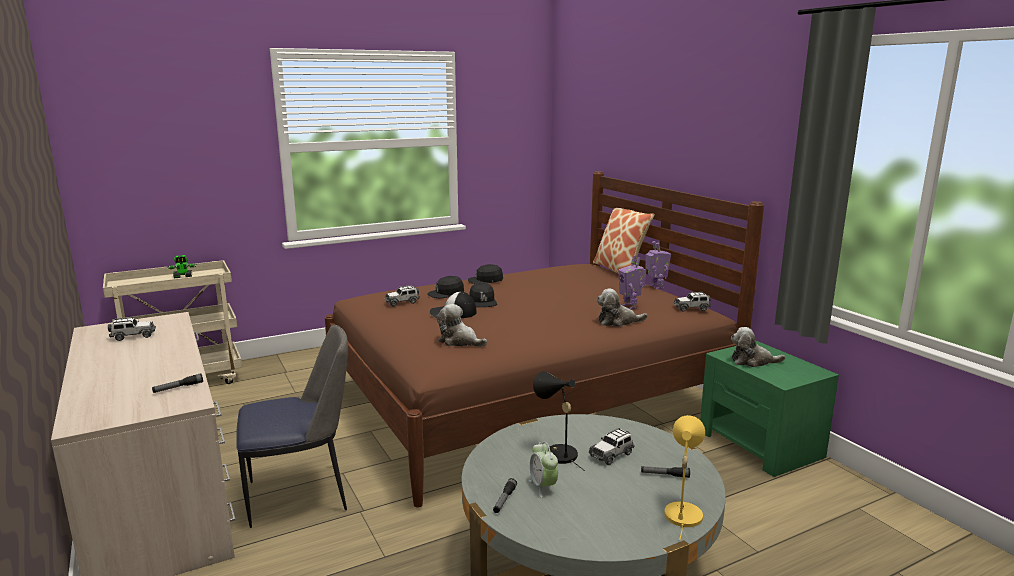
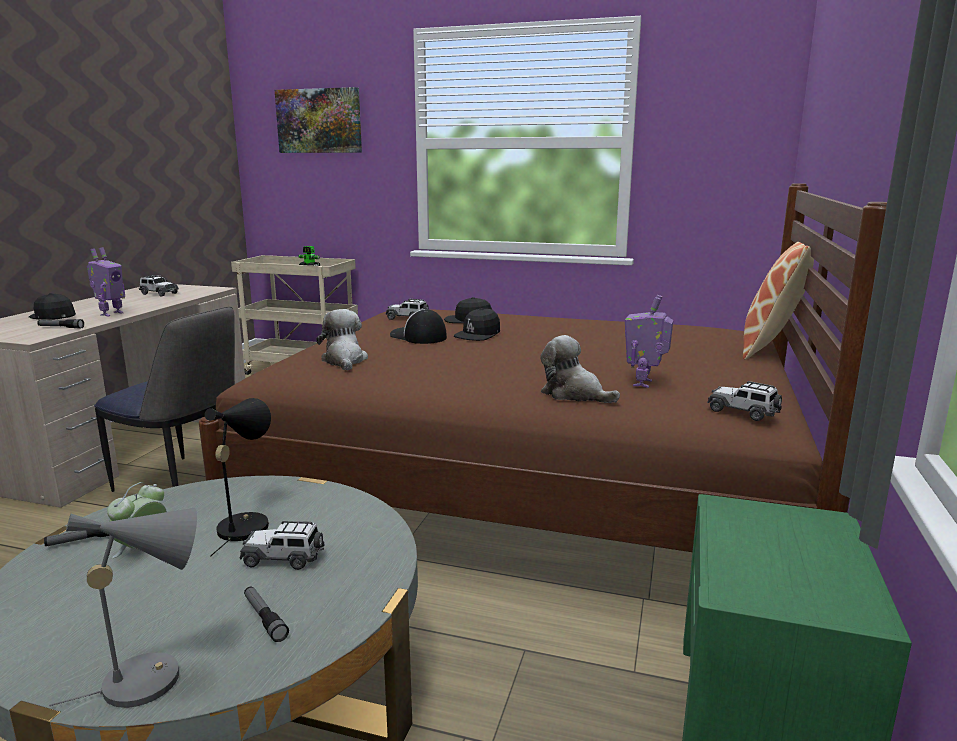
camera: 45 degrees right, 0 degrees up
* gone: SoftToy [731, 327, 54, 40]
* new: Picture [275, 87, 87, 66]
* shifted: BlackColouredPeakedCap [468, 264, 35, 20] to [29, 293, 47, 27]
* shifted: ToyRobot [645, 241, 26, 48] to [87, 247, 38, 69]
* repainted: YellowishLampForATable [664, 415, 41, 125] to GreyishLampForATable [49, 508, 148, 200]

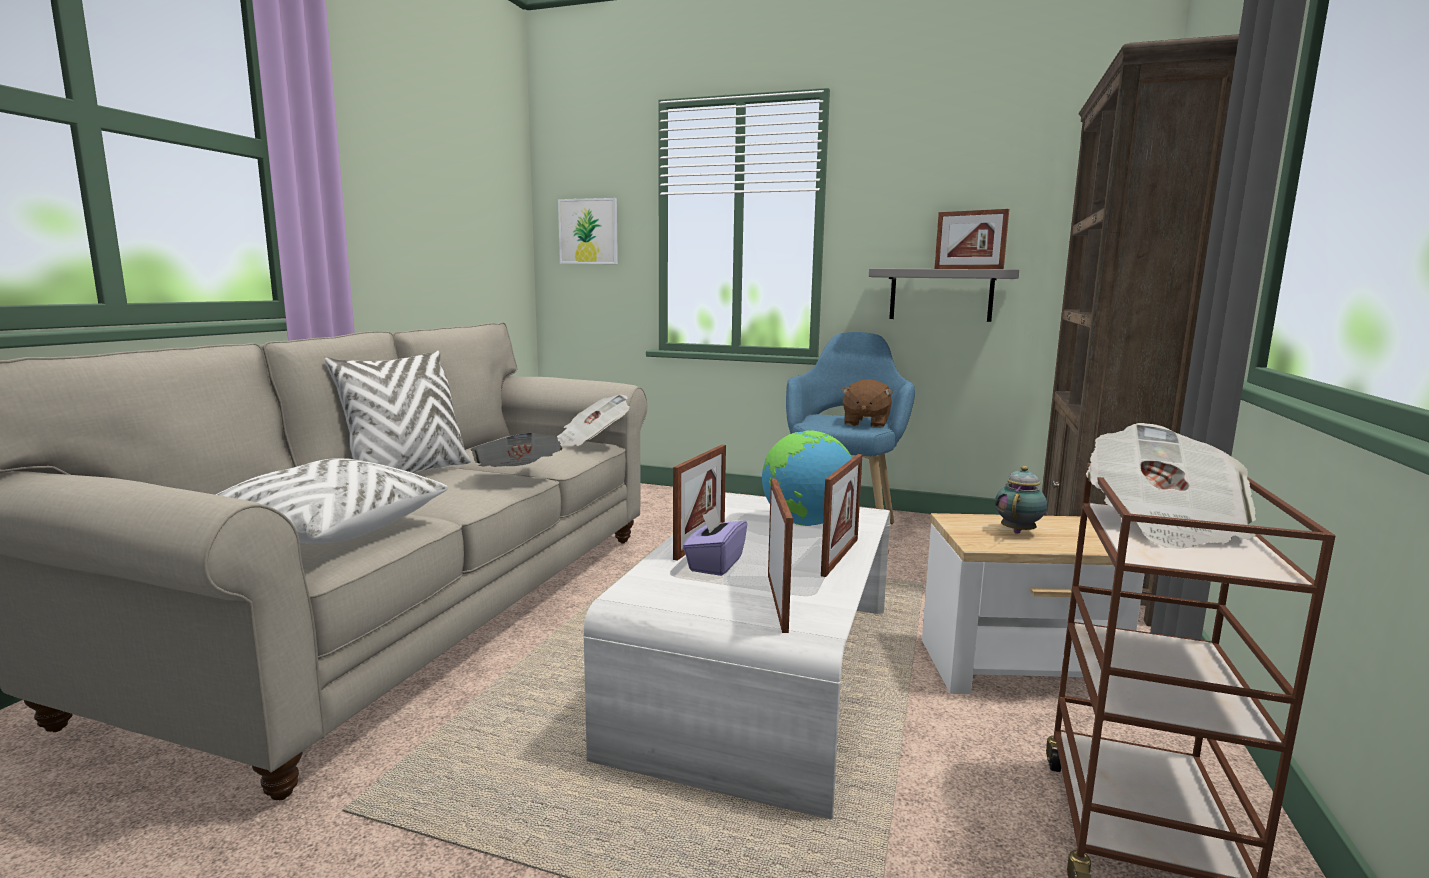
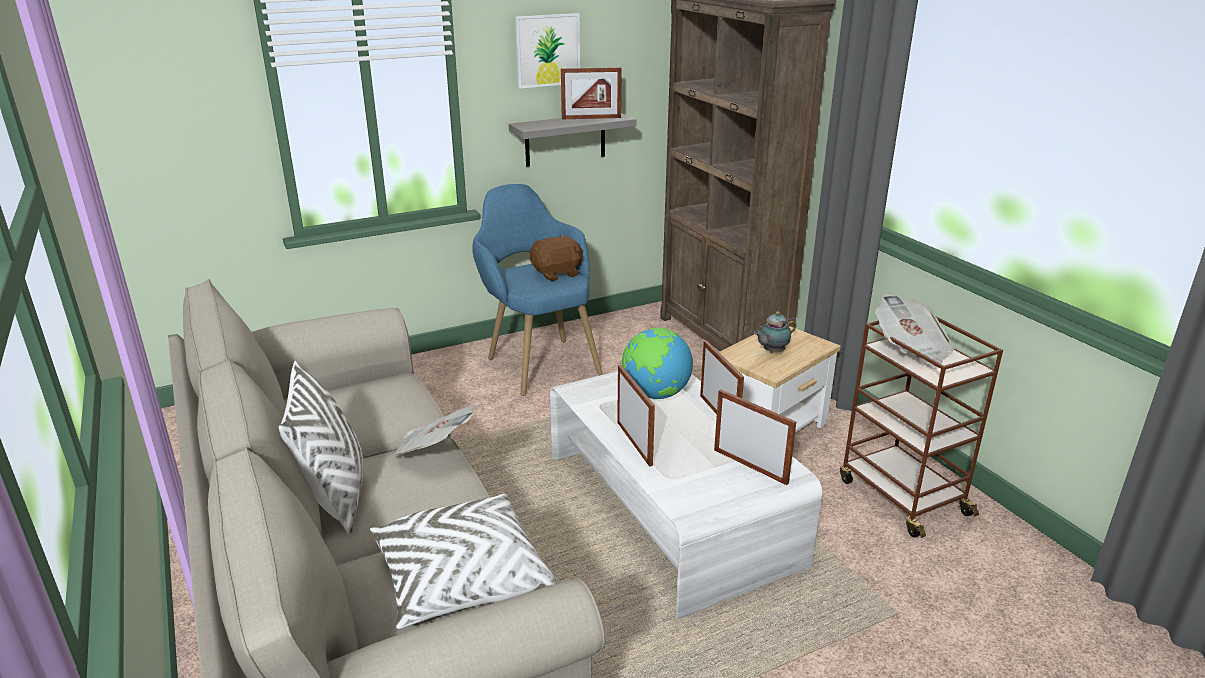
camera: 45 degrees left, 15 degrees up
* gone: Newspaper [557, 395, 72, 51]
* gone: PurplishTissueBox [683, 506, 64, 70]
* shifted: Picture [558, 198, 60, 66] to [515, 13, 65, 76]
* rotated: BrownColouredSoftToy [840, 379, 53, 49] = [530, 235, 53, 46] 90 degrees counterclockwise
* rotated: PotForTea [995, 466, 52, 68] = [754, 312, 42, 41] 105 degrees counterclockwise

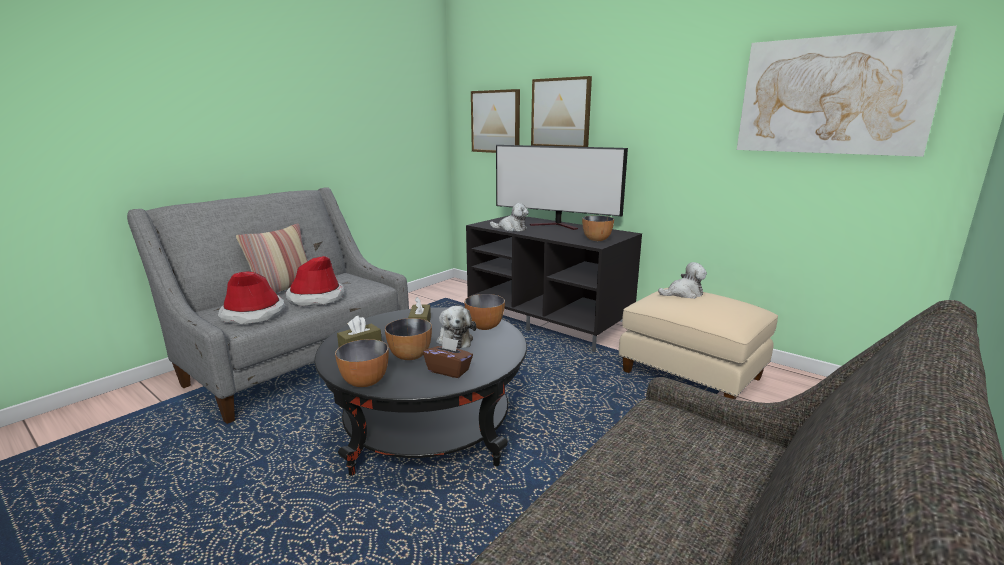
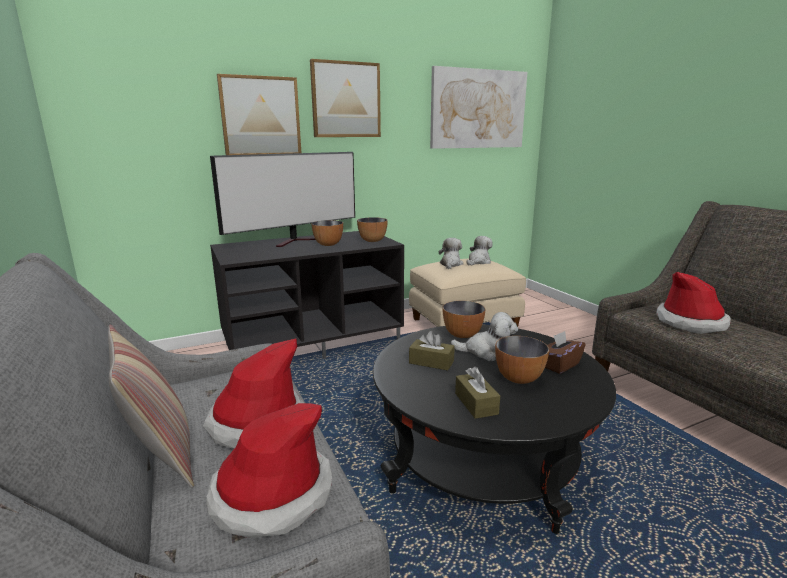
camera: 65 degrees left, 0 degrees up
* new: ClothingHat [656, 272, 75, 62]
* shifted: Bowl [335, 339, 54, 48] to [311, 220, 32, 26]
* shifted: Picture [471, 89, 49, 64] to [310, 59, 71, 78]
* shifted: SoftToy [490, 203, 39, 29] to [467, 236, 26, 29]

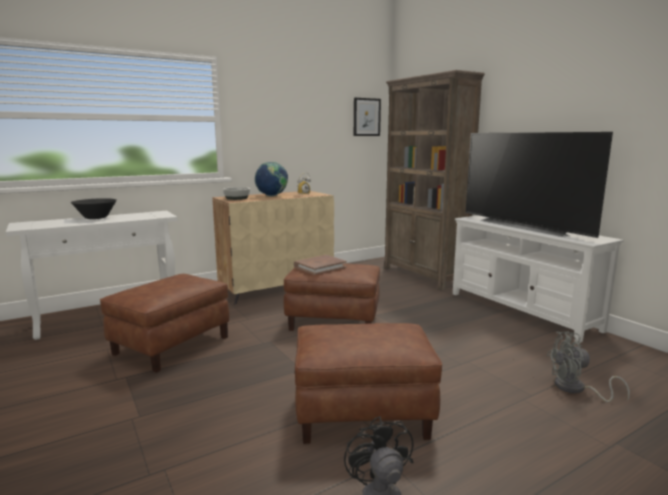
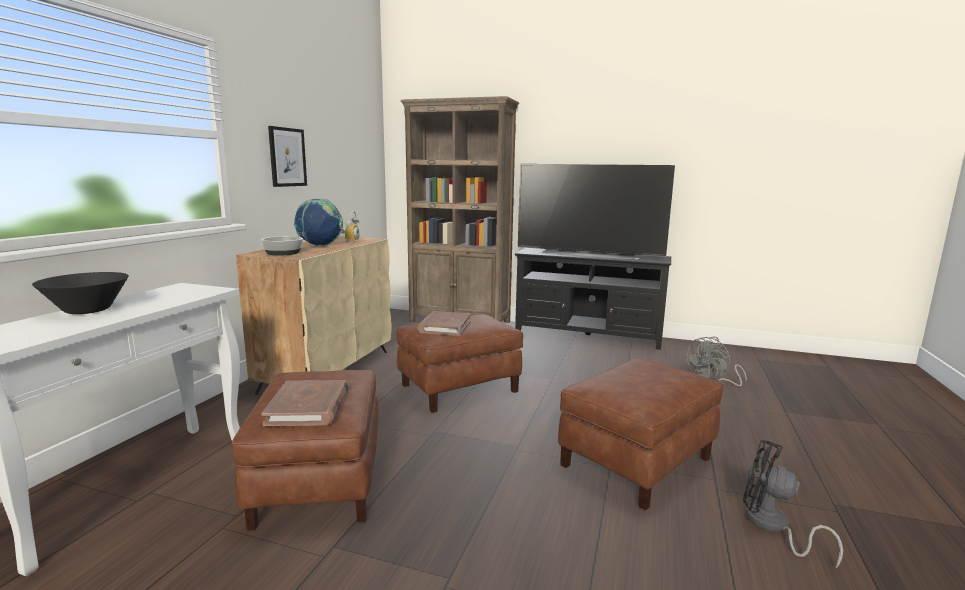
camera: 40 degrees left, 0 degrees up
* new: BrownColouredBook [261, 380, 88, 46]
* shifted: Picture [354, 98, 27, 38] to [268, 126, 39, 61]
* repainted: WhiteColouredMediaConsole [453, 215, 171, 128] to BlackColouredMediaConsole [515, 248, 157, 102]

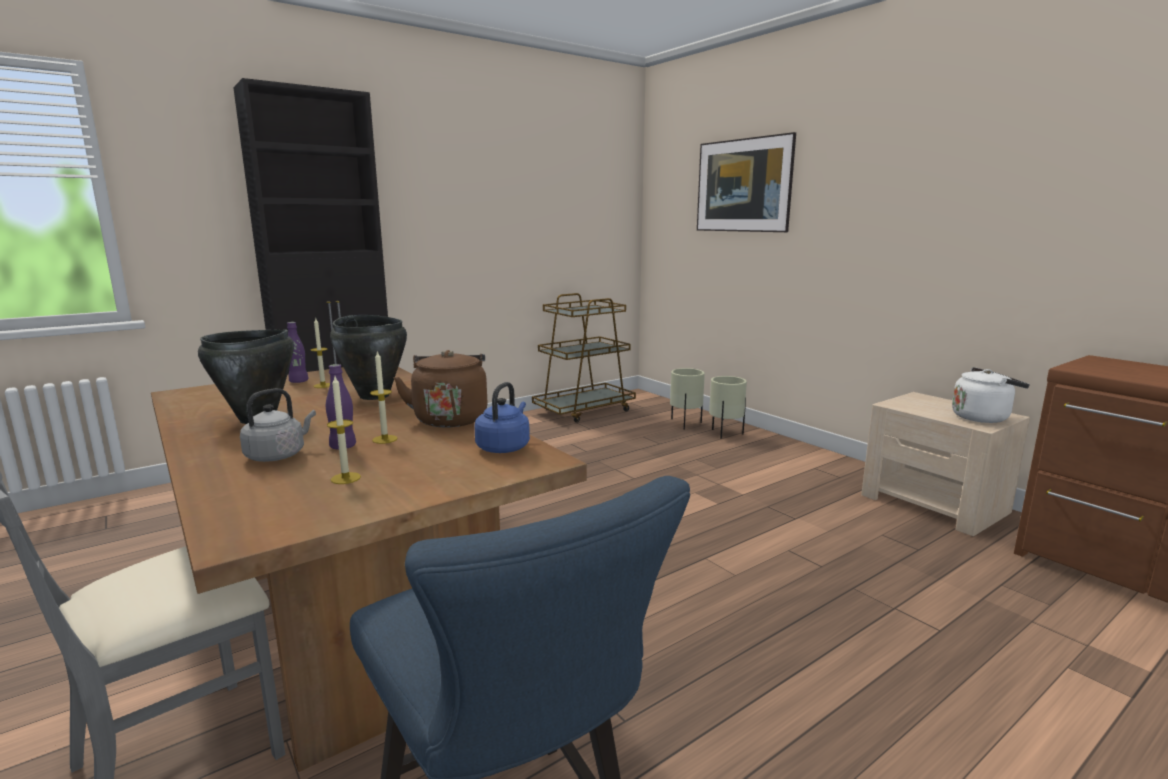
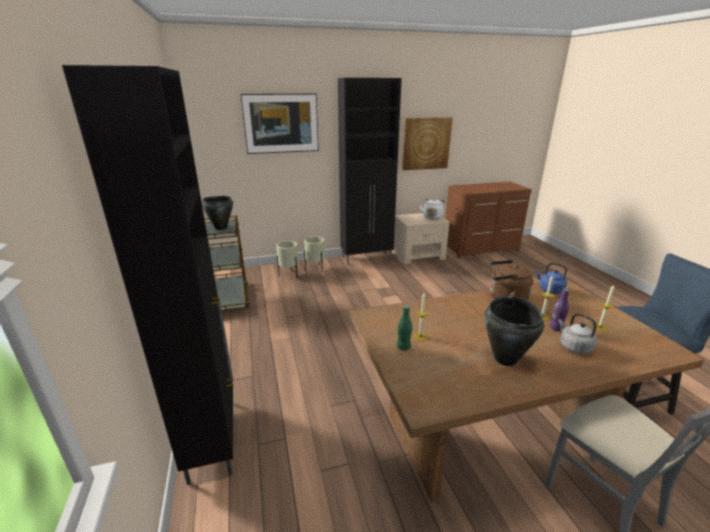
camera: 70 degrees left, 10 degrees up
* new: BlackColouredCupboard [338, 78, 64, 187]
* new: Picture [402, 117, 51, 53]
* shifted: BlackColouredCookingPot [330, 315, 77, 85] to [202, 196, 31, 34]
* repainted: PurplishDrinkBottle [287, 322, 22, 61] to GreenColouredDrinkBottle [397, 305, 15, 46]

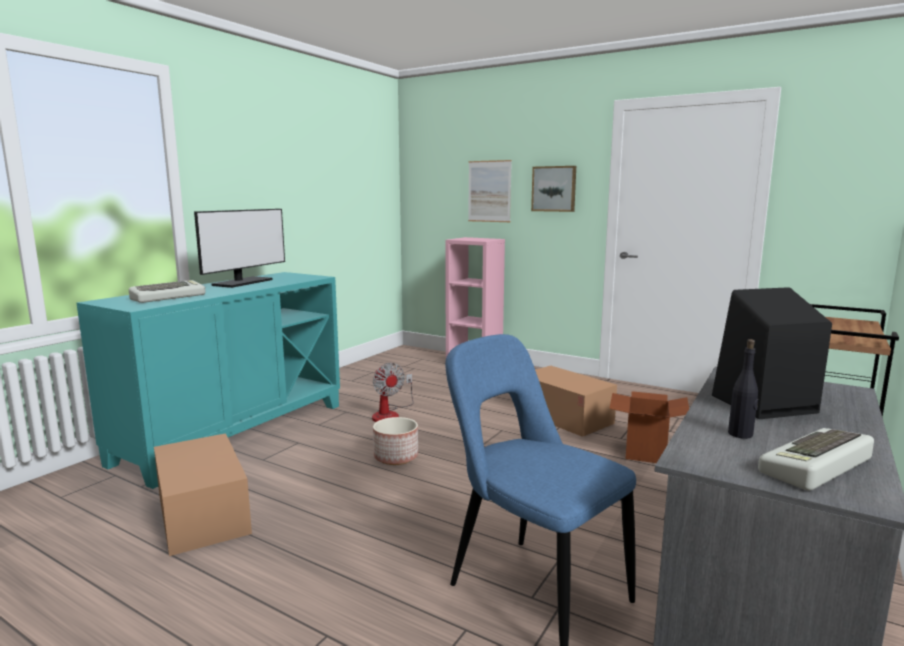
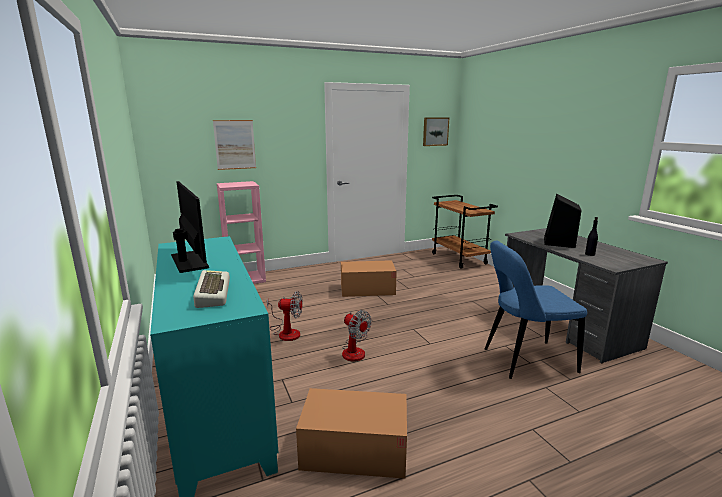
camera: 55 degrees left, 5 degrees up
* gone: Carton [609, 391, 80, 72]
* gone: Keyboard [758, 428, 116, 63]
* shifted: Picture [531, 166, 45, 46] to [423, 117, 27, 29]
* swapped: Planter [373, 417, 45, 48] to ElectricFan [342, 310, 30, 52]

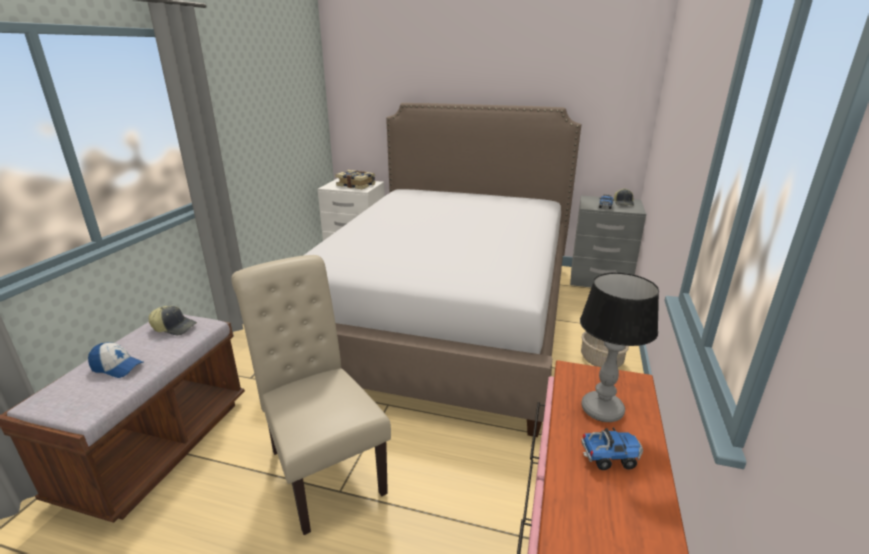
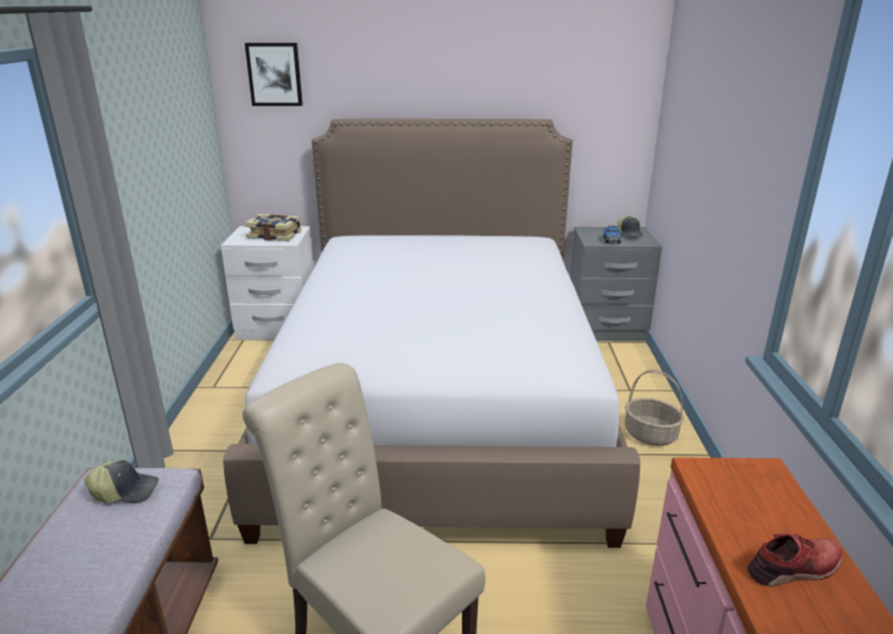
camera: 15 degrees left, 0 degrees up
* gone: PeakedCap [88, 342, 56, 36]
* gone: LampForATable [580, 273, 79, 149]
* new: Picture [245, 43, 58, 63]
* swapped: ToyLorry [581, 427, 62, 43] to ReddishShoe [747, 533, 95, 54]

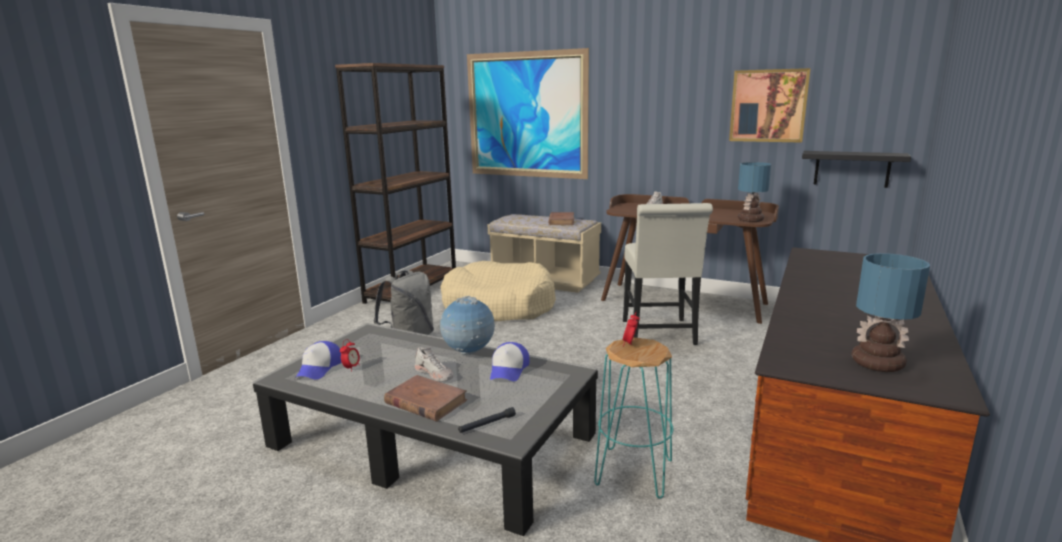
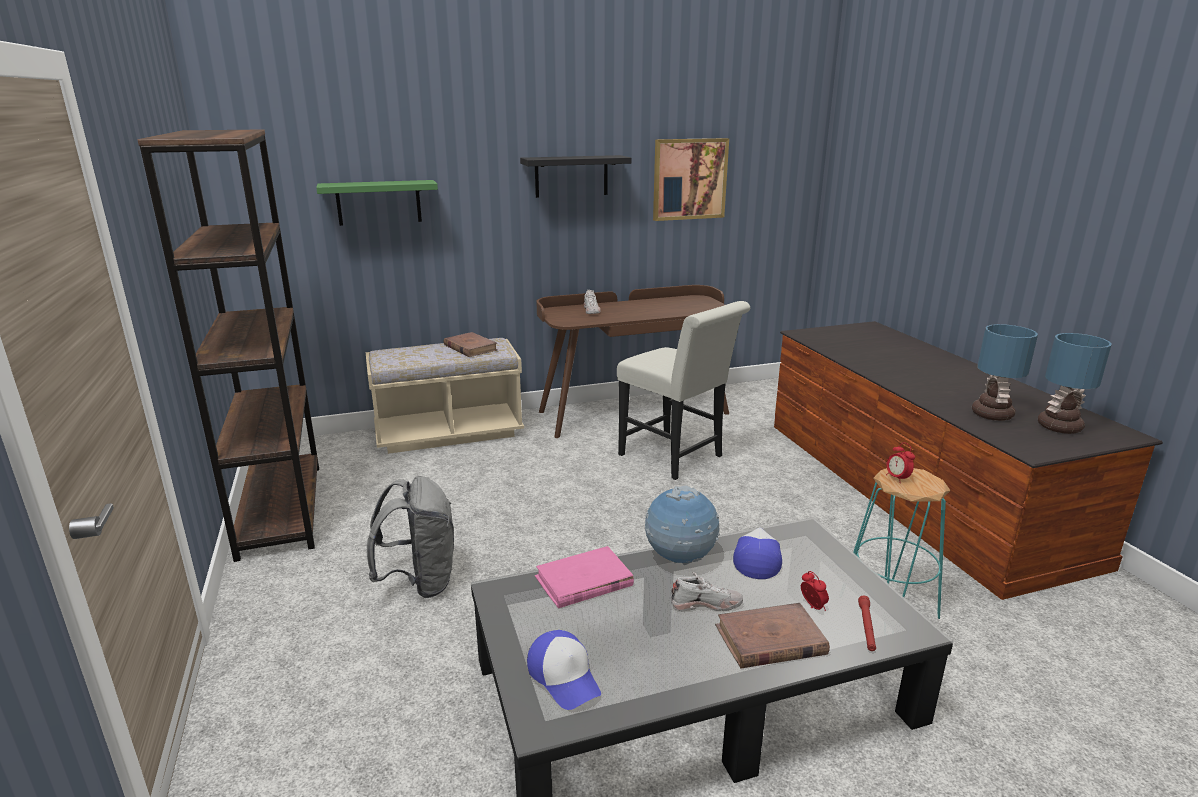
camera: 45 degrees left, 5 degrees up
* gone: SandColouredDogCushion [440, 261, 116, 60]
* new: PinkishBook [535, 546, 99, 62]
* shifted: BedsideClock [340, 339, 20, 32] to [801, 571, 28, 40]
* shifted: LampForATable [738, 162, 33, 60] to [972, 324, 66, 97]
* shifted: BlackColouredWallShelf [802, 151, 109, 37] to [520, 155, 112, 43]
* swapped: Picture [467, 48, 122, 131] to GreenColouredWallShelf [316, 180, 122, 46]
* repainted: BlackColouredTorch [458, 407, 58, 26] to ReddishTorch [858, 596, 18, 55]
* rotated: PeakedCap [490, 342, 40, 39] = [733, 528, 49, 51] 135 degrees counterclockwise

